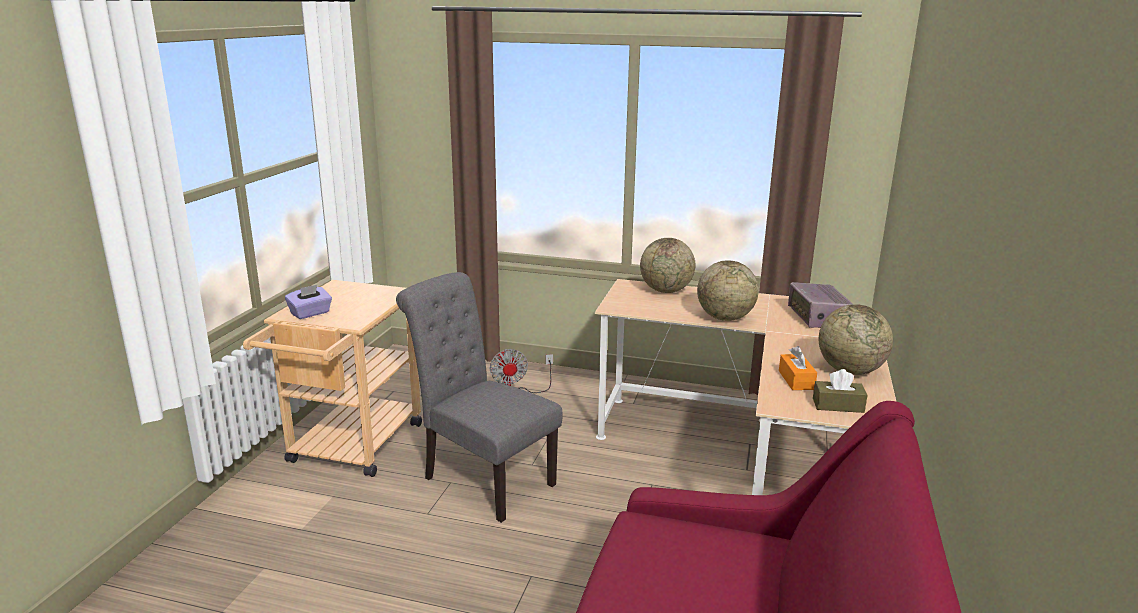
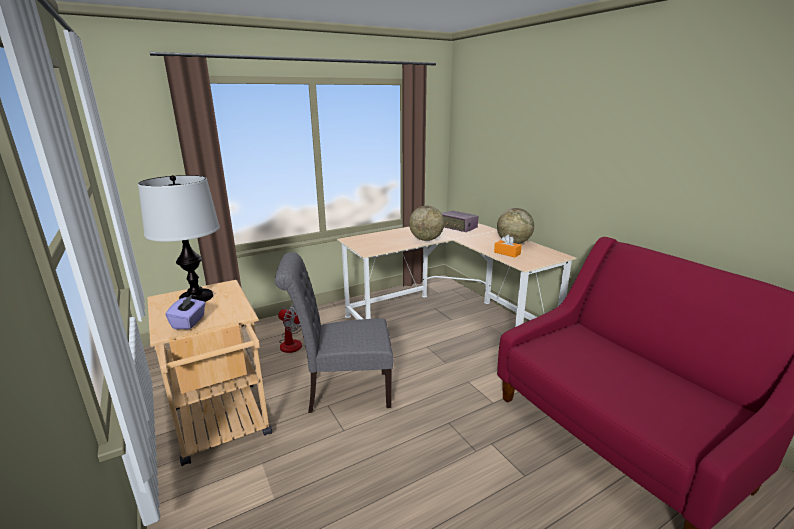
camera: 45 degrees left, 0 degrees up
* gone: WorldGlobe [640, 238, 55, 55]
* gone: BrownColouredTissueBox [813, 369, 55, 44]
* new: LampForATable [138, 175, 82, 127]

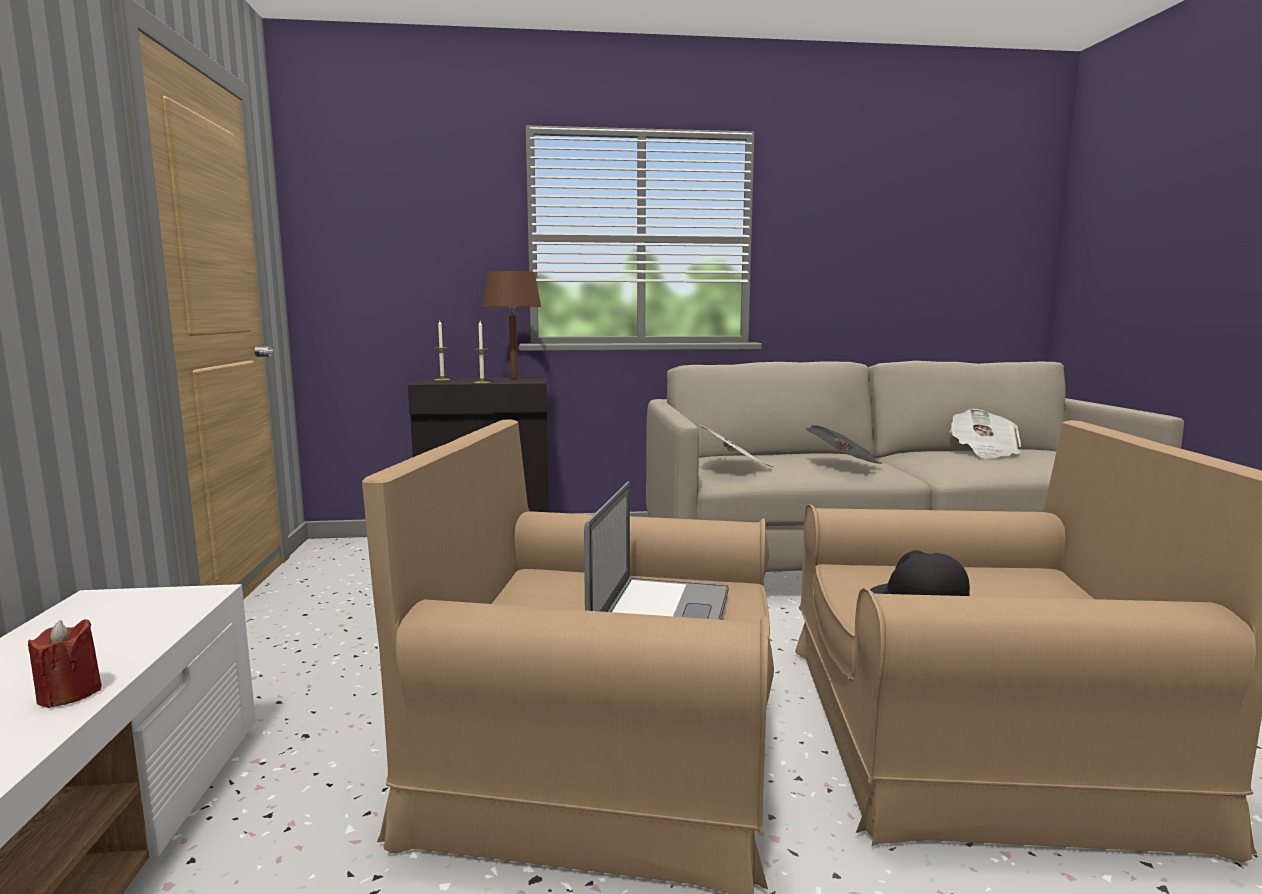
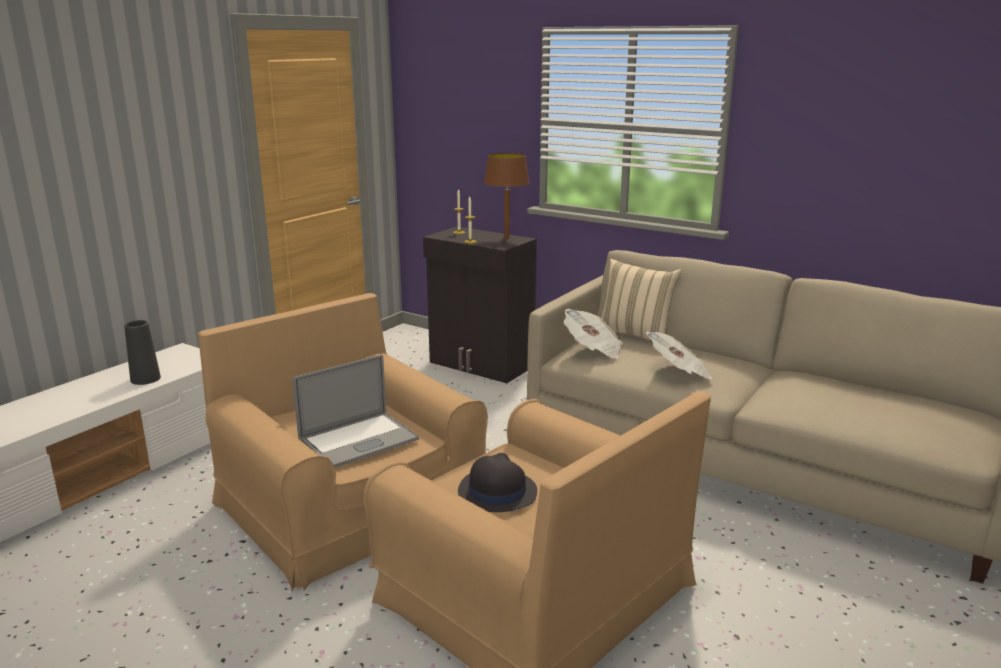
camera: 40 degrees right, 10 degrees up
* gone: ReddishWaxLight [28, 619, 74, 89]
* gone: Newspaper [950, 409, 71, 50]
* new: BlackColouredFlowerVase [124, 320, 37, 65]
* new: SandColouredThrowPillow [601, 259, 81, 82]

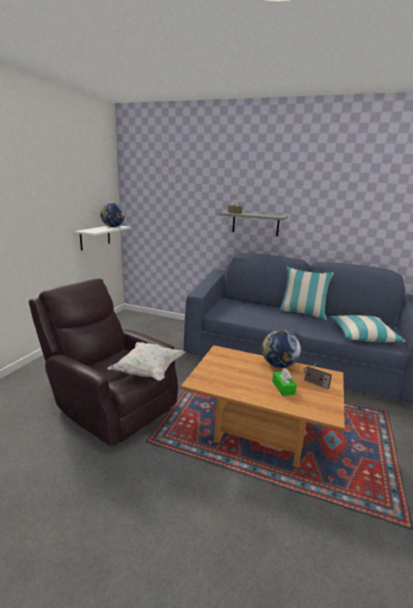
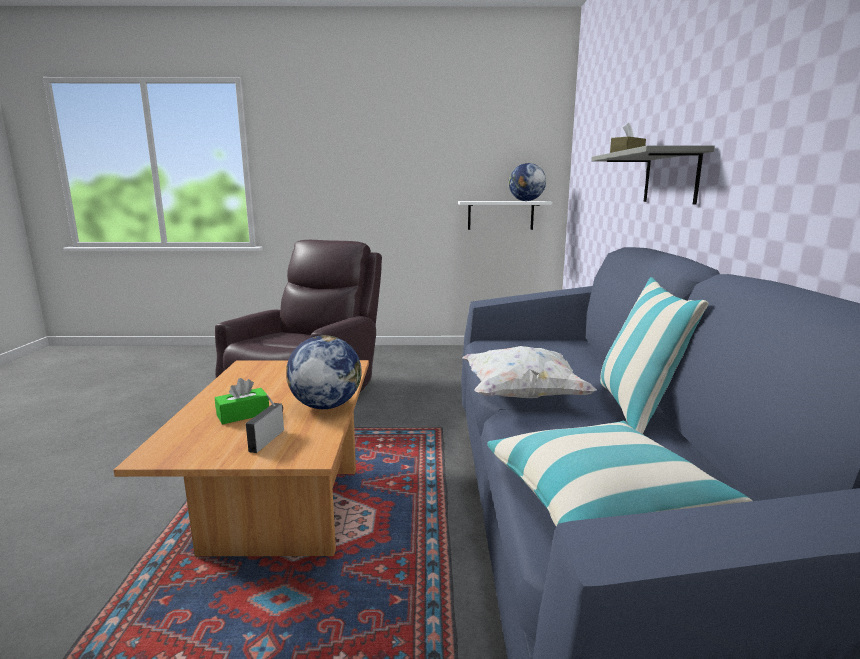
camera: 70 degrees right, 5 degrees down
* shifted: WhiteColouredThrowPillow [107, 342, 78, 39] to [462, 346, 135, 52]

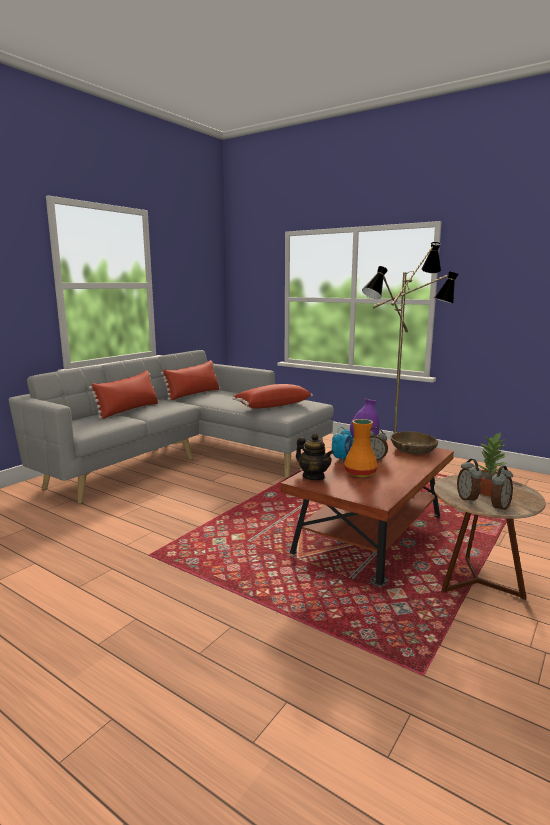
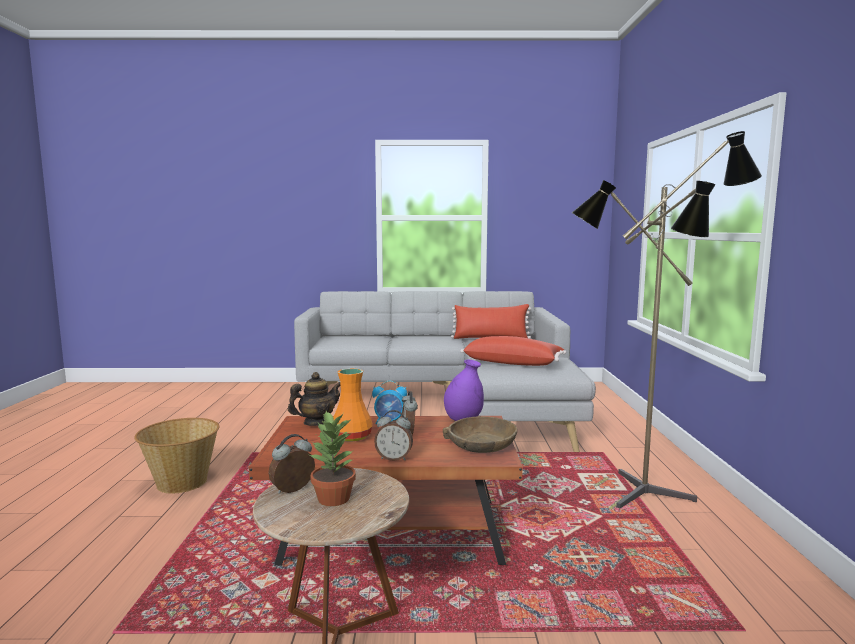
camera: 55 degrees right, 5 degrees down
* gone: ReddishThrowPillow [89, 370, 70, 49]
* new: HouseholdBasket [134, 418, 86, 76]
* shifted: BedsideClock [491, 466, 22, 46] to [374, 410, 39, 51]
* rotated: PotForTea [296, 433, 38, 47] = [288, 372, 52, 54] 135 degrees counterclockwise

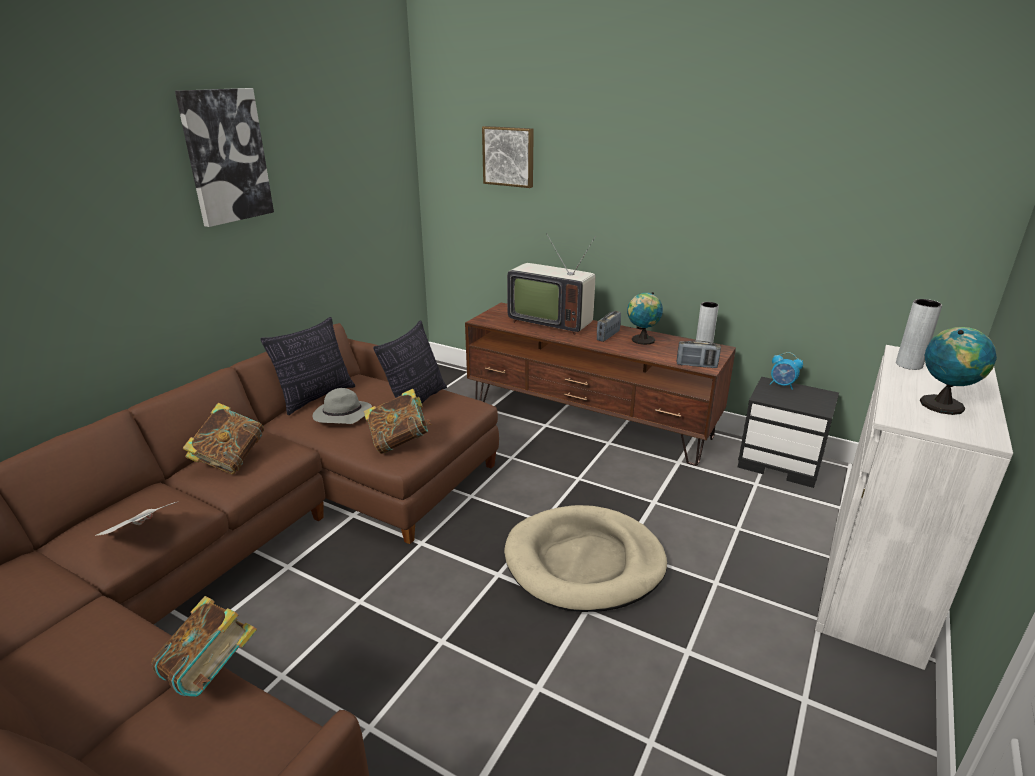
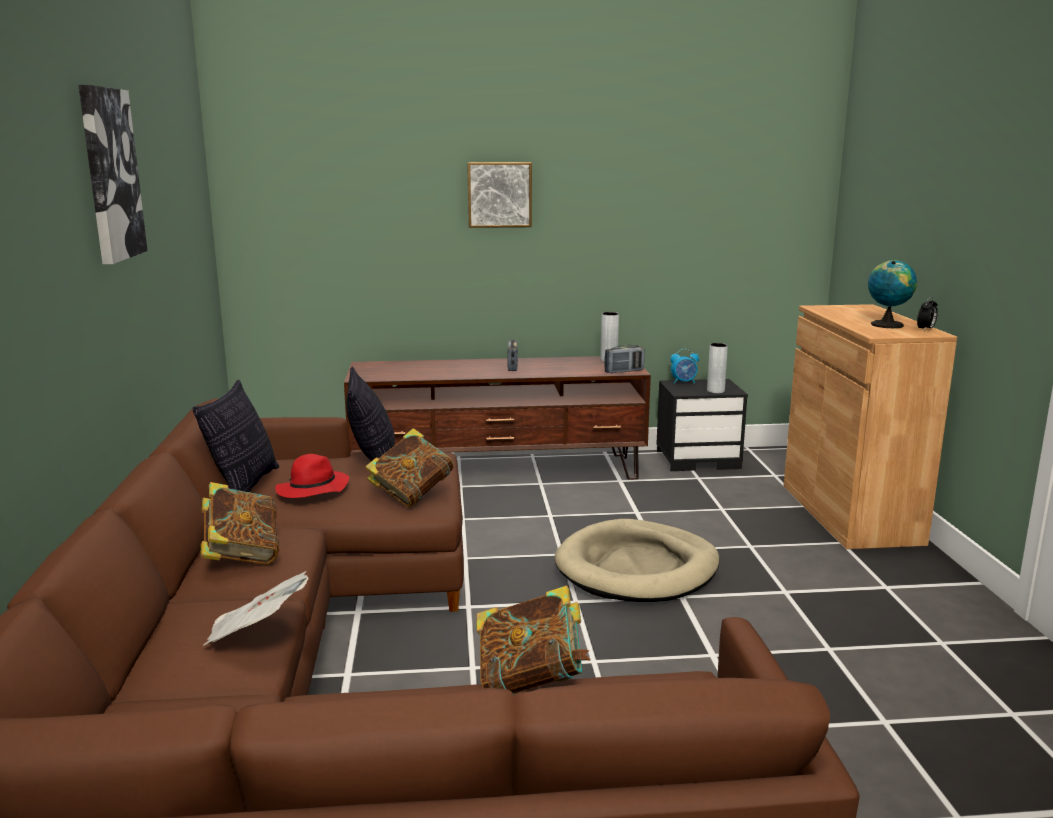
camera: 35 degrees left, 10 degrees down
* gone: Television [507, 233, 89, 102]
* gone: WorldGlobe [627, 292, 36, 53]
* new: BedsideClock [917, 297, 21, 34]
* shifted: Picture [482, 126, 52, 62] to [467, 162, 65, 66]
* shifted: GreyishFlowerVase [896, 299, 46, 71] to [707, 343, 21, 50]
* repainted: GreyishClothingHat [313, 388, 59, 36] to ReddishClothingHat [275, 454, 74, 44]
* repainted: WhiteColouredCupboard [815, 345, 198, 325] to BrownColouredCupboard [784, 304, 173, 245]

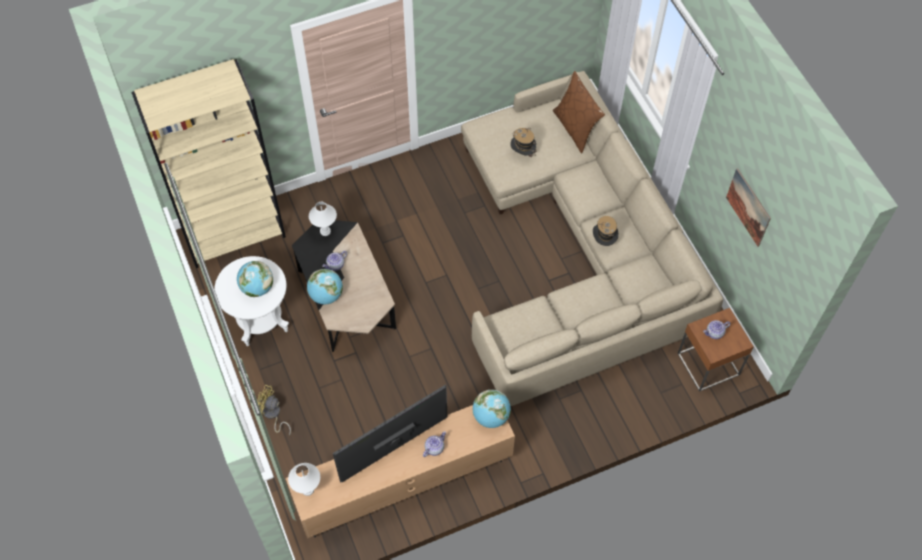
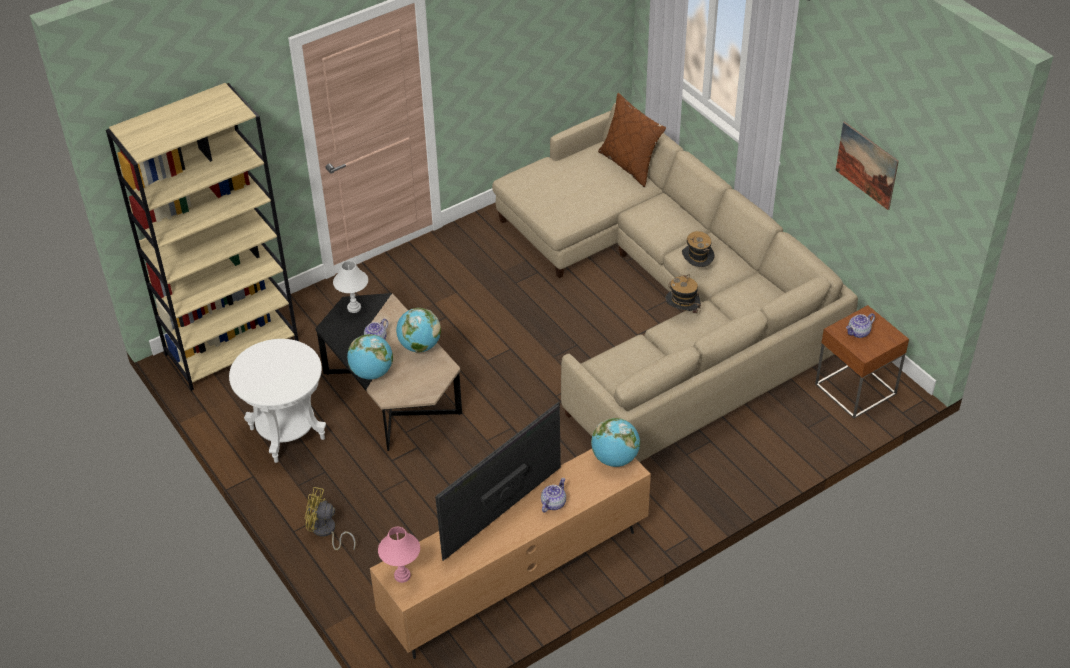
camera: 10 degrees left, 15 degrees down
* shifted: WorldGlobe [237, 261, 36, 36] to [396, 308, 45, 45]
* shifted: ClothingHat [510, 128, 26, 29] to [666, 274, 35, 39]
* repainted: WhiteColouredLampForATable [288, 463, 32, 33] to PinkishLampForATable [378, 527, 42, 56]

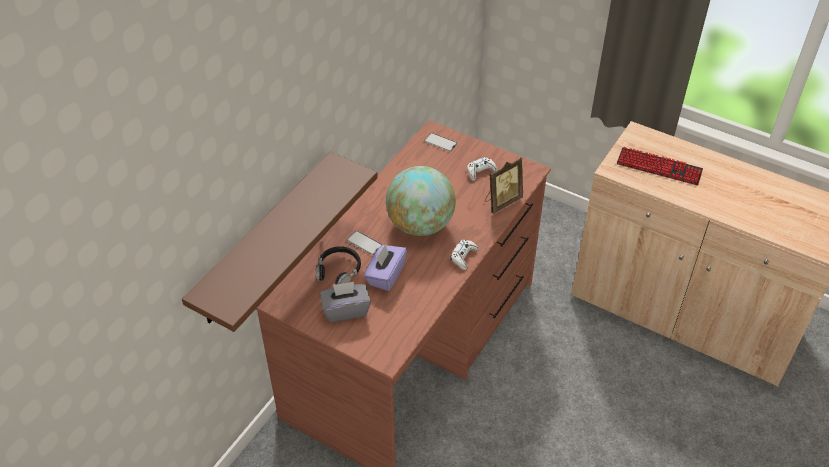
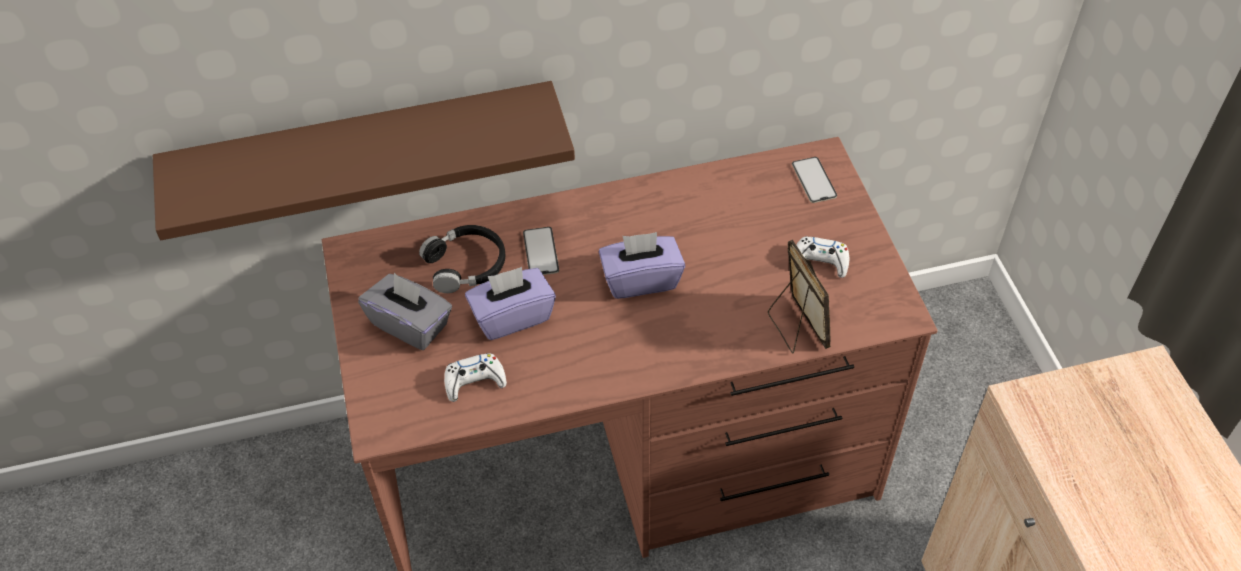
camera: 45 degrees right, 5 degrees up
* gone: Keyboard [617, 147, 86, 38]
* shifted: WhiteColouredJoypad [450, 239, 29, 31] to [444, 353, 63, 49]
* swapped: WorldGlobe [386, 166, 70, 70] to PurplishTissueBox [599, 232, 86, 67]
* rotated: StandingFrame [485, 157, 38, 57] = [768, 240, 63, 114] 120 degrees counterclockwise

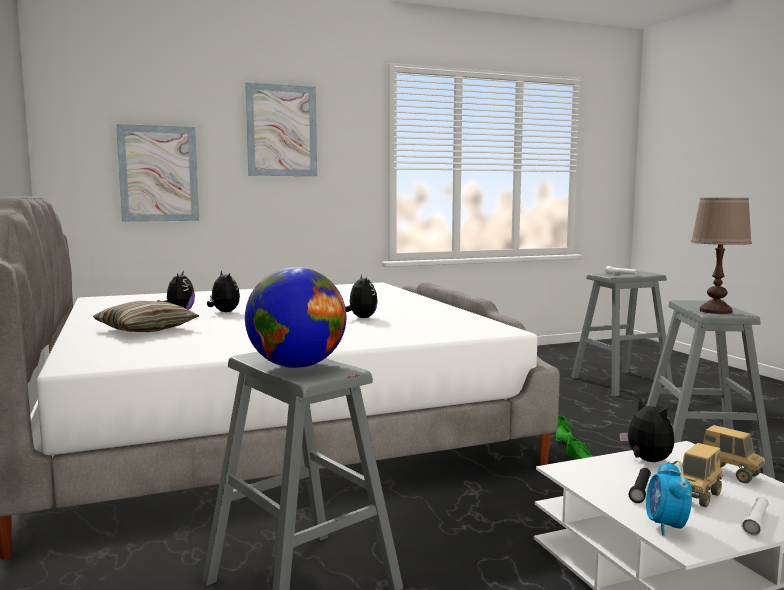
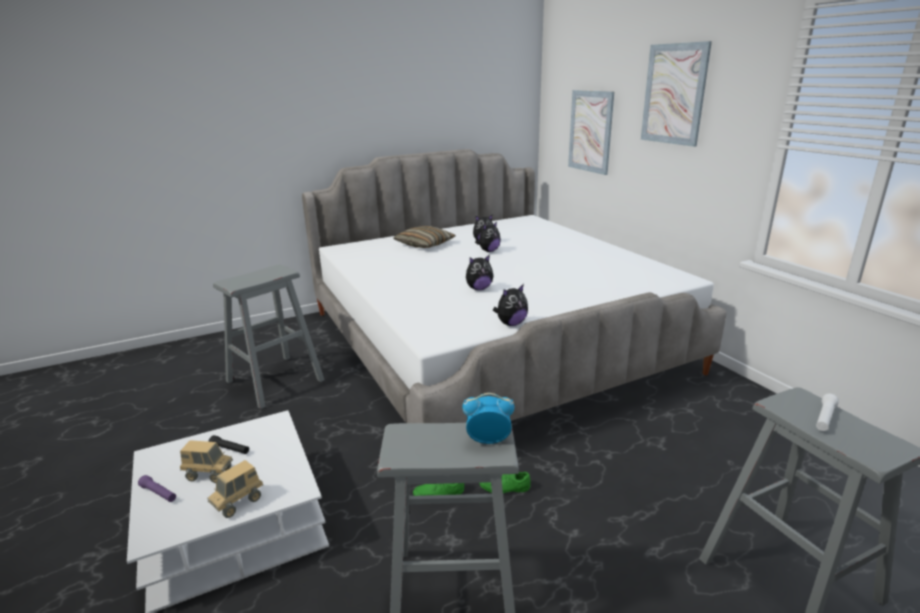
camera: 85 degrees right, 15 degrees up
* gone: WorldGlobe [245, 267, 101, 101]
* gone: BrownColouredLampForATable [691, 198, 61, 116]
* shifted: SoftToy [619, 398, 55, 64] to [493, 284, 35, 42]
* shifted: BedsideClock [646, 460, 46, 76] to [462, 393, 52, 51]
* repainted: WhiteColouredTorch [741, 497, 28, 39] to PurplishTorch [138, 475, 38, 27]
* rotated: ToyLorry [680, 443, 43, 64] = [180, 440, 53, 43] 150 degrees clockwise

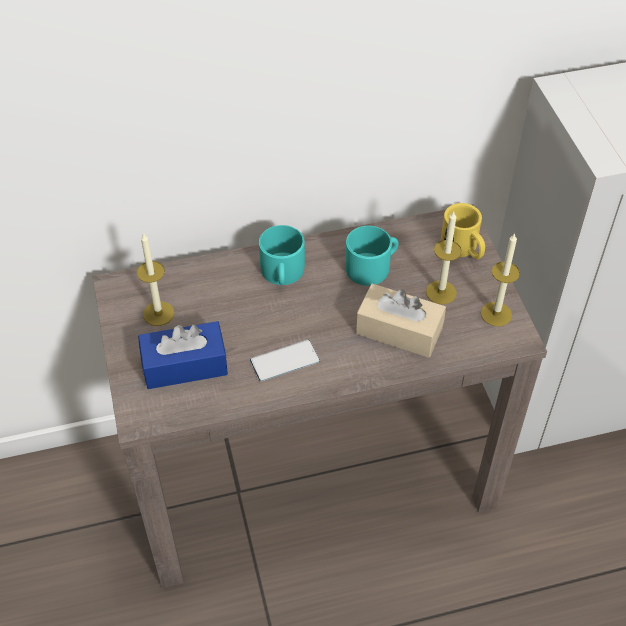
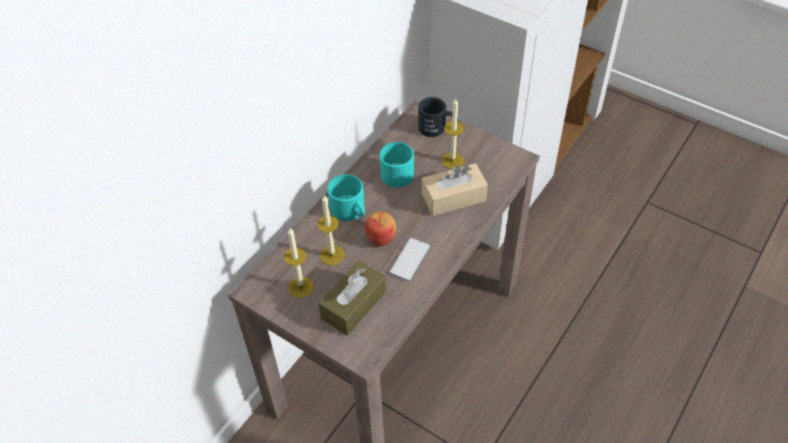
camera: 40 degrees left, 0 degrees up
* new: WholeApple [365, 212, 31, 34]
* shifted: WaxLight [481, 233, 39, 94] to [317, 195, 27, 70]
* repainted: BlueColouredTissueBox [138, 321, 90, 68] to BrownColouredTissueBox [319, 261, 67, 74]
* repainted: YellowishMug [441, 203, 44, 57] to BlackColouredMug [418, 97, 40, 40]

